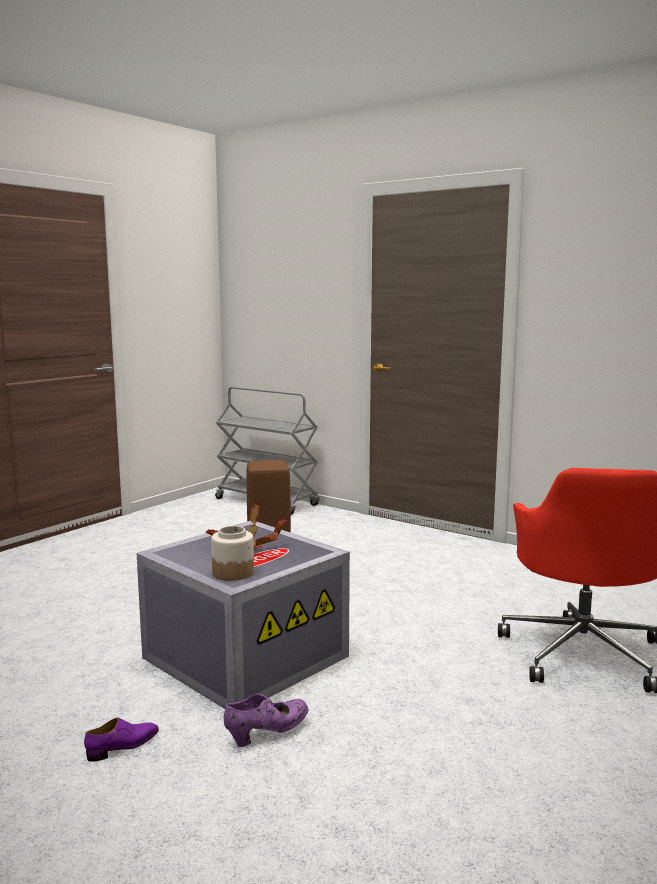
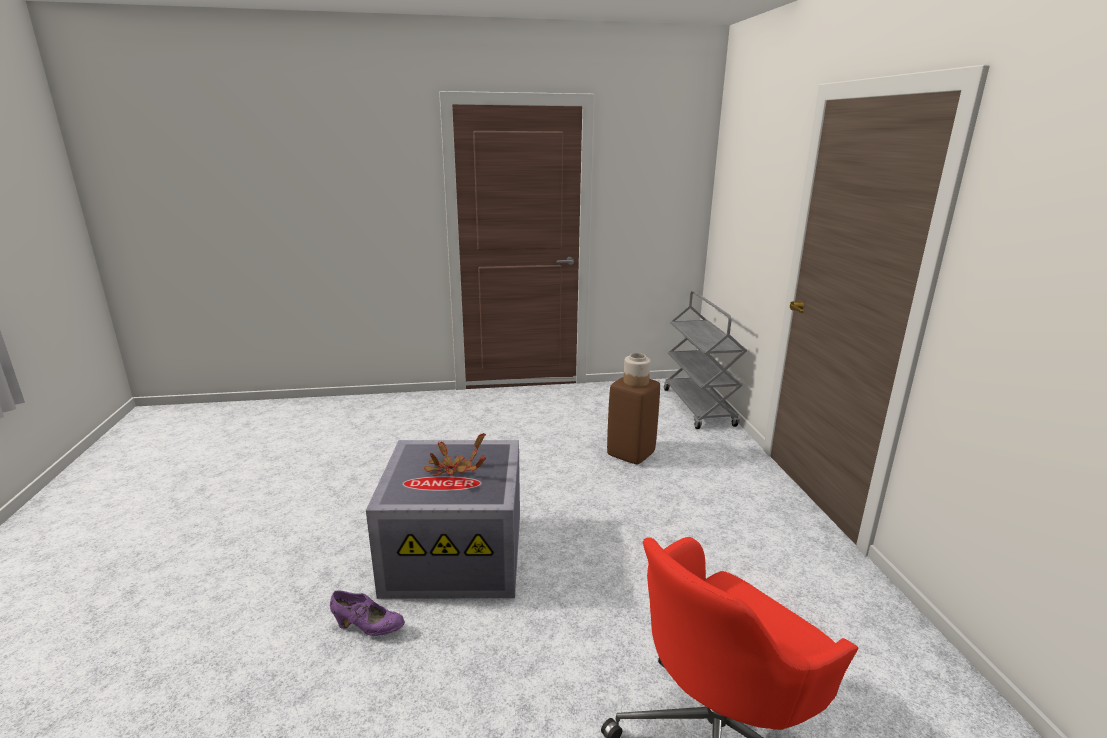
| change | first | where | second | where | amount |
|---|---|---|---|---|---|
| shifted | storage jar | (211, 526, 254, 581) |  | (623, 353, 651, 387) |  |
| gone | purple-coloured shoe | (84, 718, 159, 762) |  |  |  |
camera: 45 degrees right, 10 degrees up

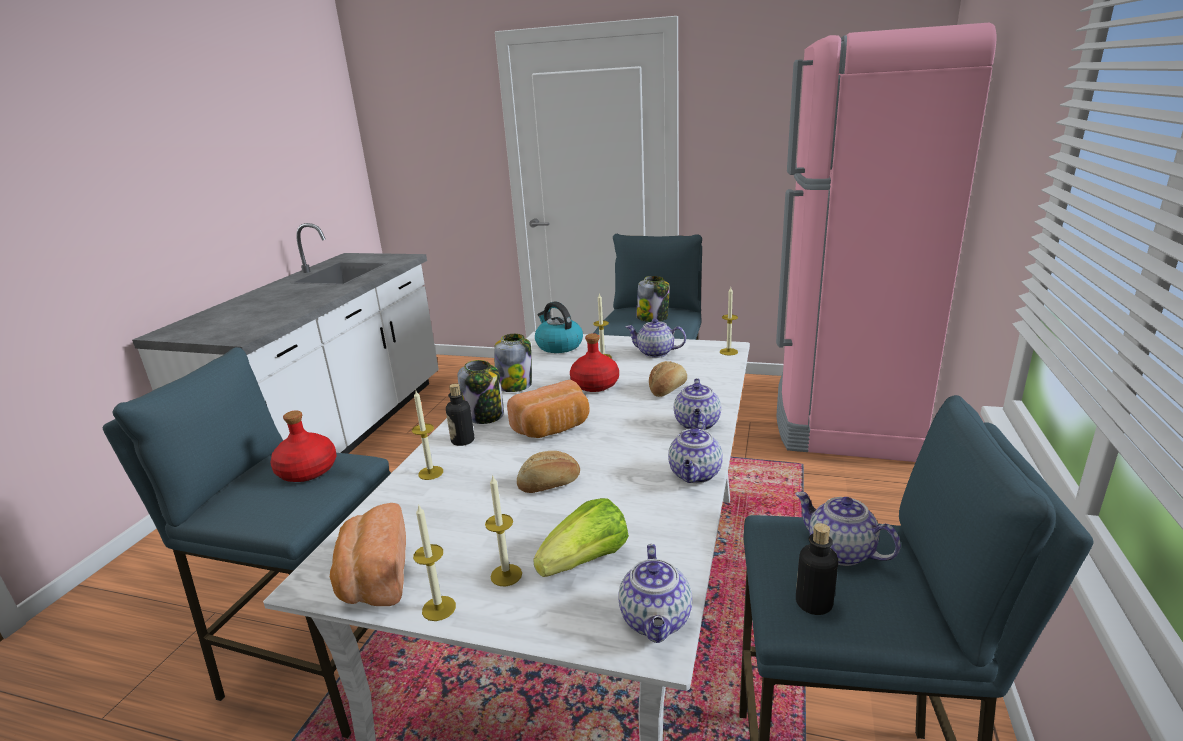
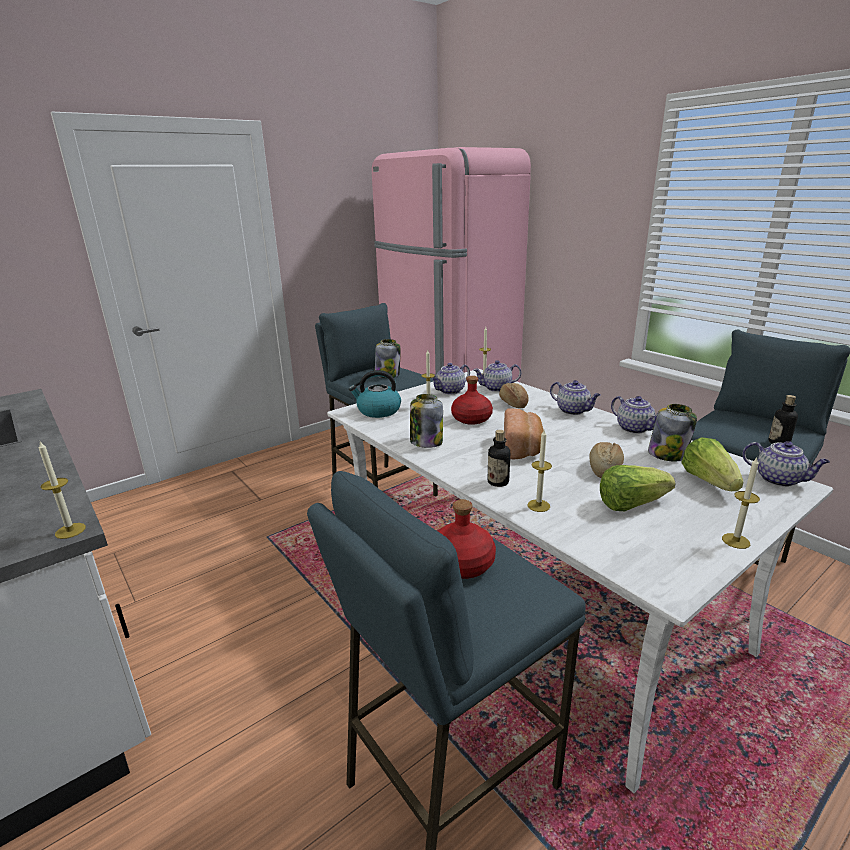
| change | first | where | second | where | amount |
|---|---|---|---|---|---|
| shifted | storage jar | (458, 360, 504, 424) |  | (648, 404, 697, 461) |  |
| shifted | wax light | (485, 474, 522, 586) |  | (39, 442, 86, 539) |  |
| shifted | tea pot | (795, 492, 901, 566) |  | (473, 360, 521, 392) |  |
| gone | bakery bread | (330, 503, 406, 606) |  |  |  |
| new |  |  | head of lettuce | (600, 465, 676, 511) |  |
camera: 55 degrees left, 0 degrees up

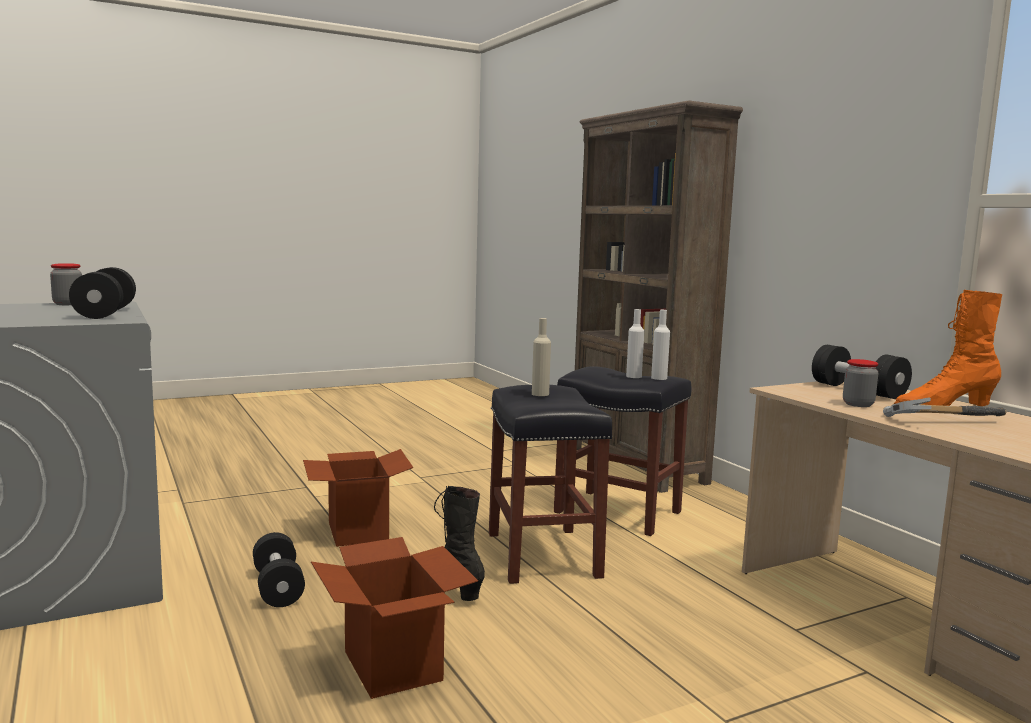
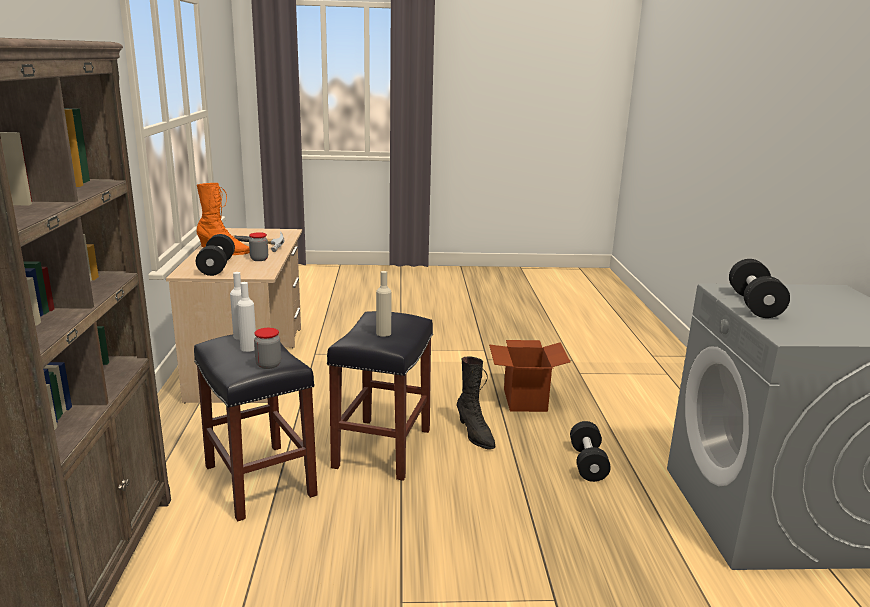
| change | first | where | second | where | amount |
|---|---|---|---|---|---|
| shifted | storage jar | (50, 263, 82, 305) |  | (254, 328, 281, 369) |  |
| gone | carton | (303, 449, 413, 547) |  |  |  |
camera: 155 degrees left, 10 degrees up

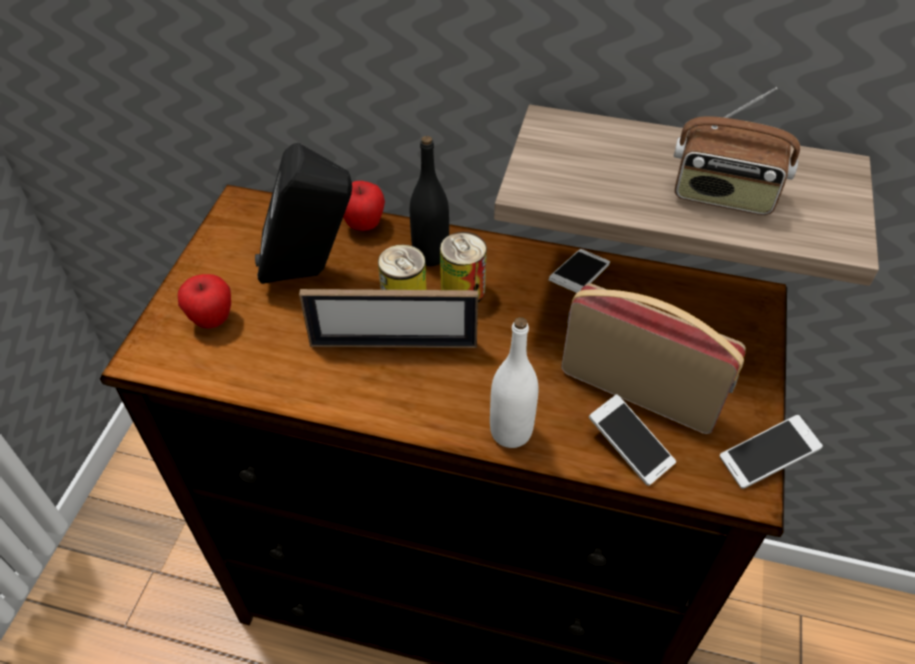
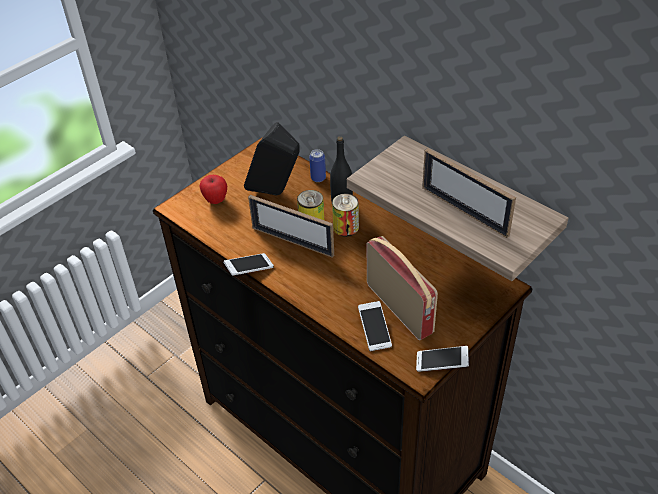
| change | first | where | second | where | amount |
|---|---|---|---|---|---|
| swapped | radio | (674, 87, 800, 215) | picture frame | (422, 148, 516, 238) |  |
| swapped | apple fruit | (343, 181, 385, 231) | metal can | (309, 149, 326, 182) |  |
| shifted | telephone | (549, 249, 610, 293) |  | (224, 253, 274, 275) |  |
| gone | white-coloured bottle | (490, 317, 538, 448) |  |  |  |
camera: 30 degrees right, 5 degrees down

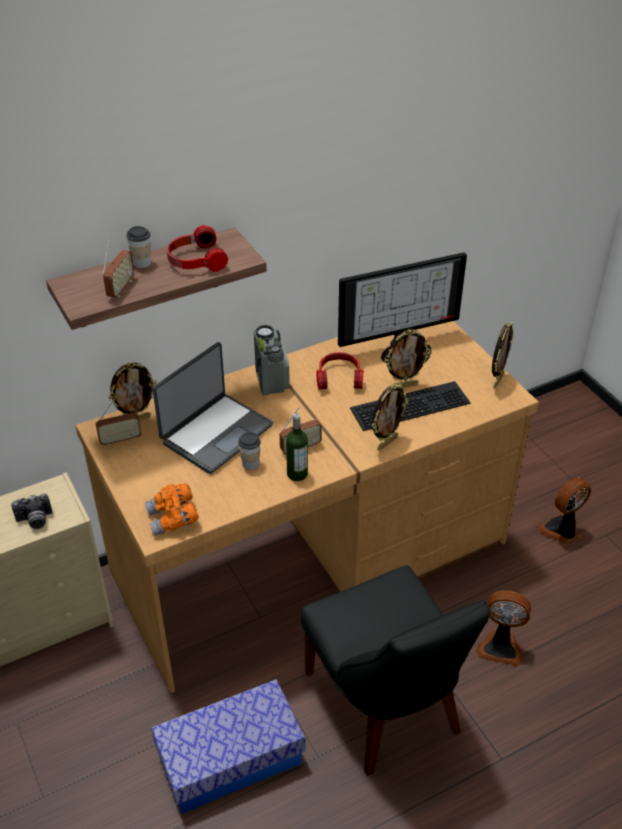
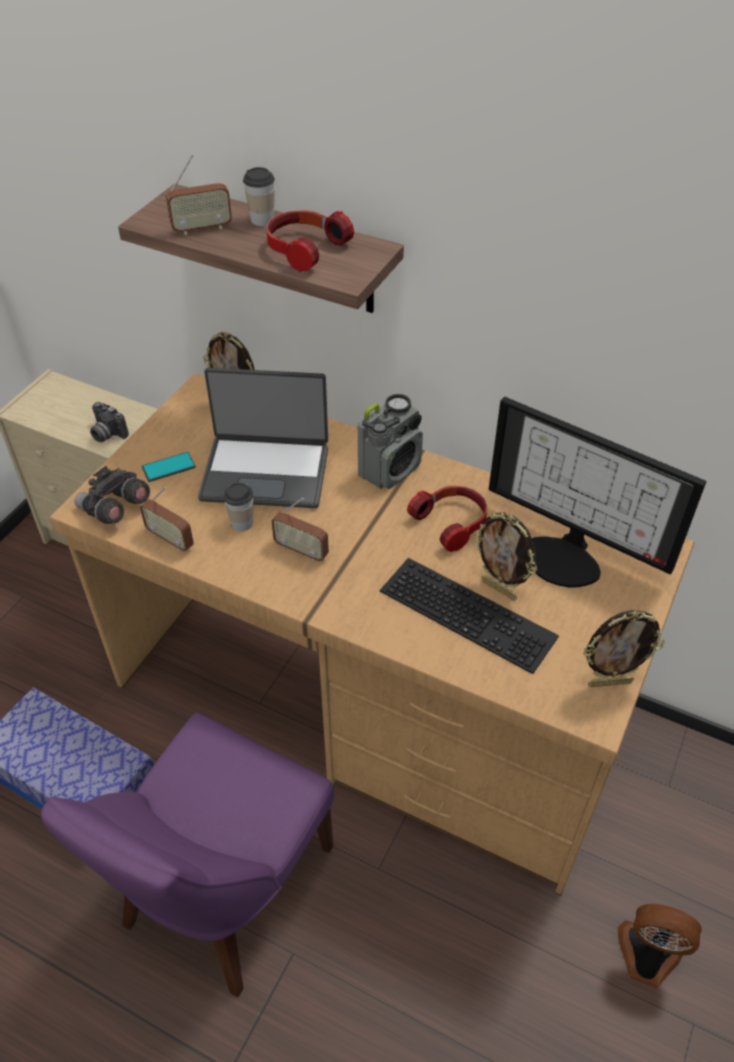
| change | first | where | second | where | amount |
|---|---|---|---|---|---|
| gone | picture frame | (372, 384, 408, 450) |  |  |  |
| shifted | radio | (96, 399, 141, 446) |  | (140, 487, 194, 552) |  |
| gone | bottle | (286, 413, 308, 481) |  |  |  |
| repainted | orangey field glasses | (145, 483, 199, 536) | grey field glasses | (74, 466, 150, 524) |  |
| repainted | black-coloured upright chair | (301, 566, 490, 776) | purple-coloured upright chair | (41, 713, 334, 997) |  |
| gone | cooling fan | (476, 590, 531, 666) |  |  |  |
| new |  |  | telephone | (142, 452, 196, 482) |  |
camera: 55 degrees right, 5 degrees up

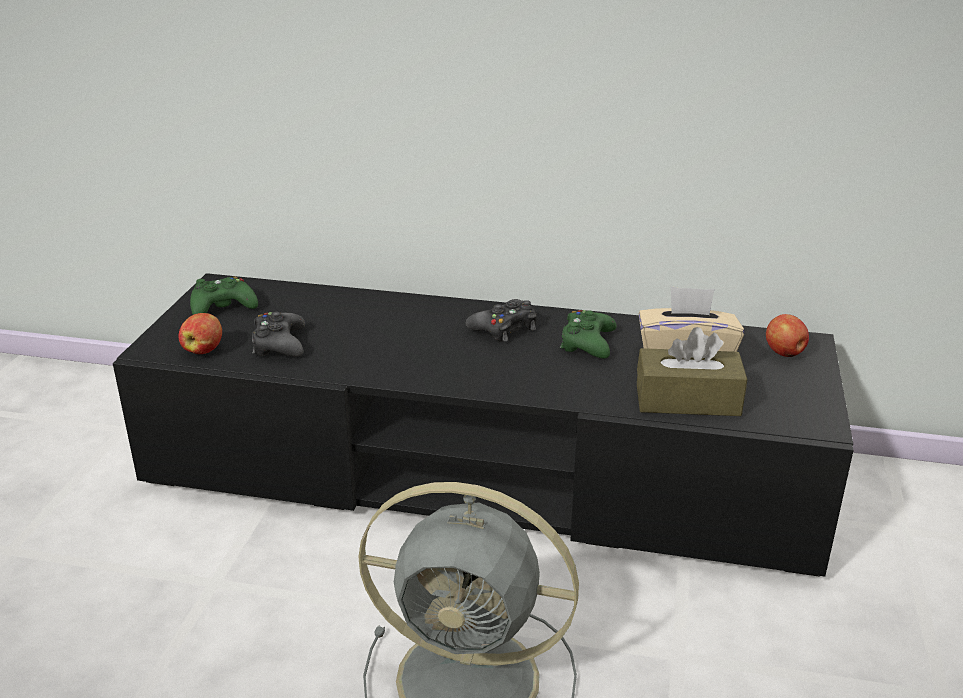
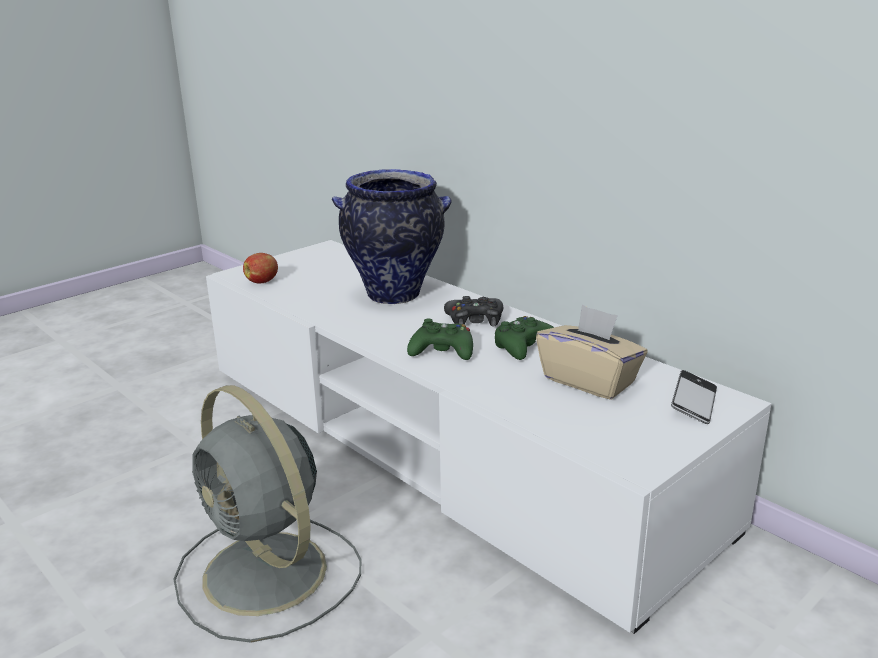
| change | first | where | second | where | amount |
|---|---|---|---|---|---|
| repainted | black-coloured media console | (113, 273, 854, 577) | white-coloured media console | (206, 240, 771, 634) |  |
| shifted | green gamepad | (190, 276, 258, 315) |  | (407, 318, 473, 360) |  |
| gone | black-coloured gamepad | (252, 312, 305, 357) |  |  |  |
| swapped | apple fruit | (766, 314, 809, 357) | telephone | (671, 370, 717, 424) |  |
| gone | brown-coloured tissue holder | (637, 327, 747, 416) |  |  |  |
| new |  |  | flower vase | (332, 169, 451, 304) |  |
camera: 35 degrees right, 5 degrees down

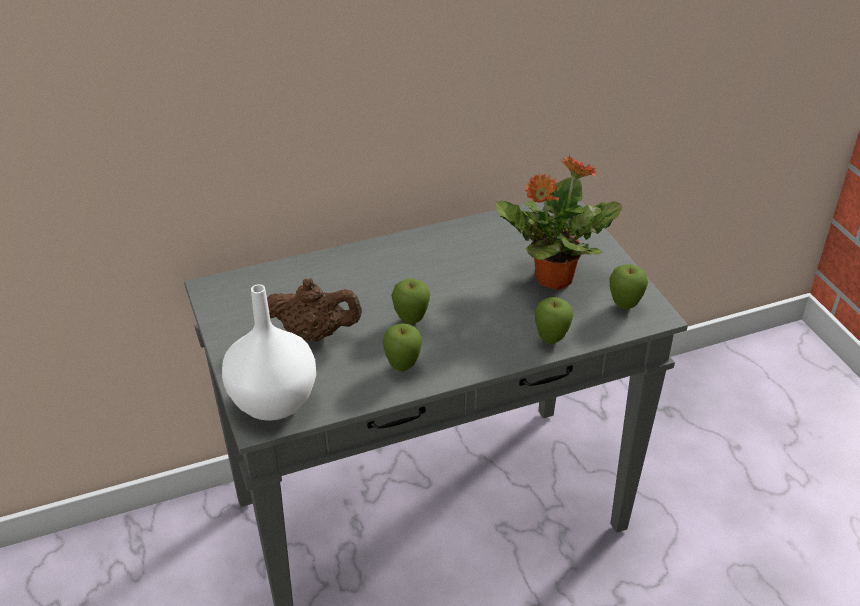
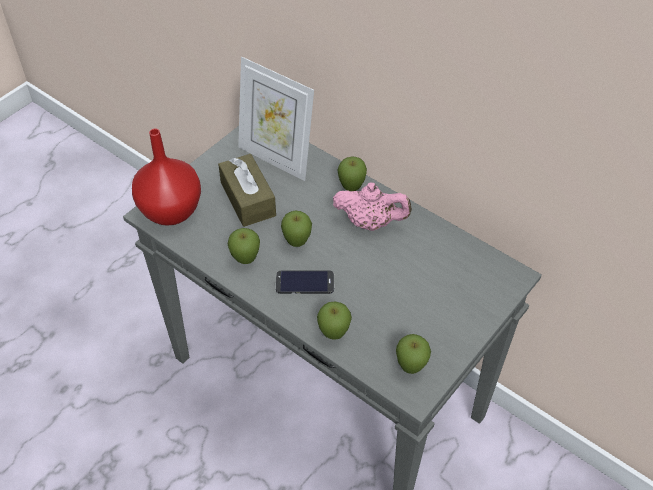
| change | first | where | second | where | amount |
|---|---|---|---|---|---|
| gone | plant in a pot | (495, 155, 622, 290) |  |  |  |
| swapped | brown-coloured tea pot | (267, 279, 362, 342) | brown-coloured tissue holder | (218, 154, 276, 227) |  |
| repainted | white-coloured flower vase | (222, 284, 316, 421) | red flower vase | (132, 129, 201, 226) |  |
| new |  |  | picture frame | (238, 57, 314, 181) |  |
| new |  |  | apple fruit | (338, 156, 367, 191) |  |
| new |  |  | pink tea pot | (333, 183, 412, 231) |  |
| new |  |  | telephone | (276, 270, 334, 294) |  |
camera: 60 degrees right, 10 degrees up

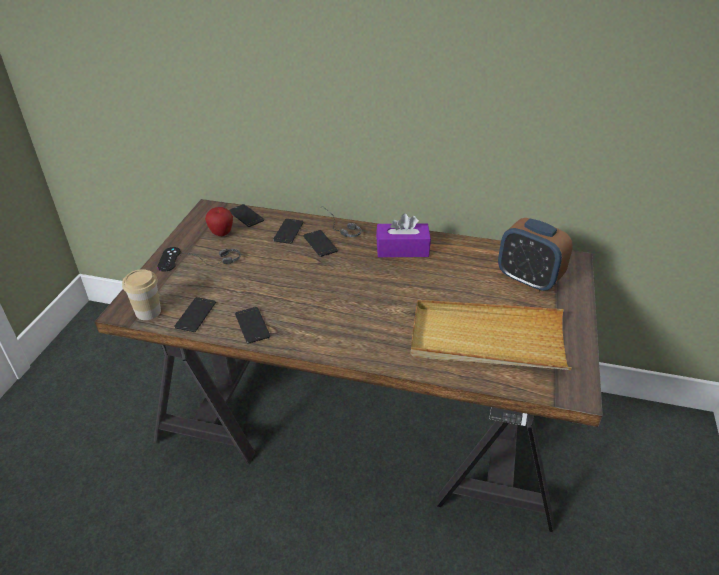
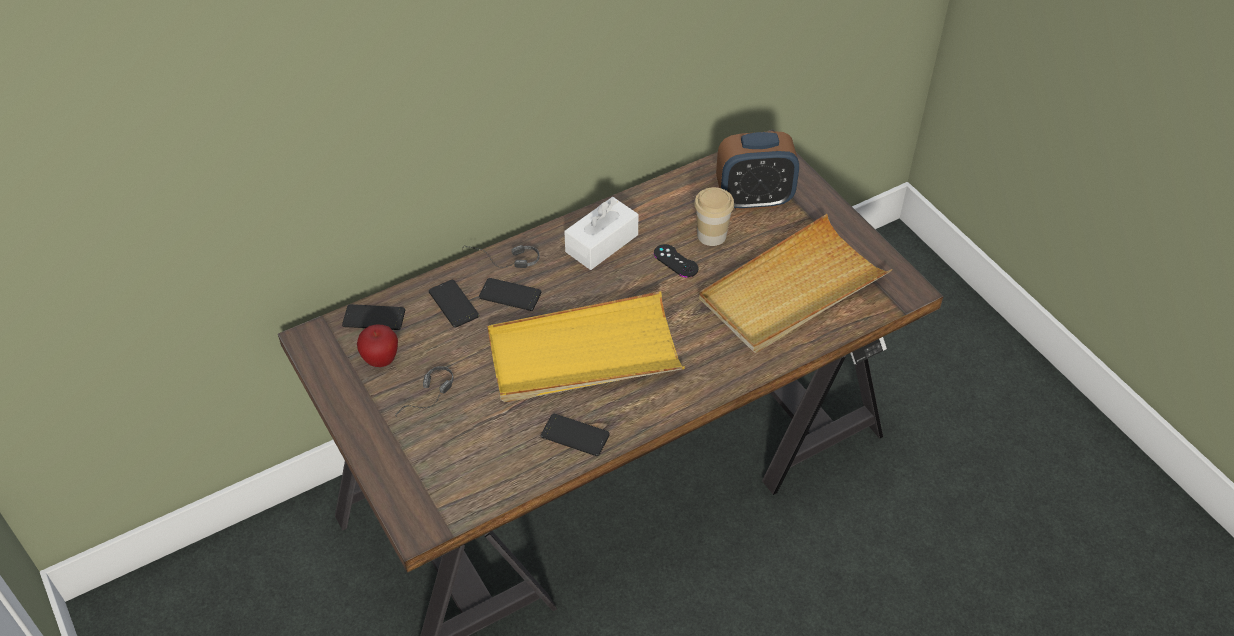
| change | first | where | second | where | amount |
|---|---|---|---|---|---|
| repainted | purple-coloured tissue holder | (376, 213, 431, 257) | white-coloured tissue holder | (564, 197, 638, 270) |  |
| shifted | black-coloured gamepad | (157, 247, 181, 272) |  | (654, 244, 699, 278) |  |
| shifted | cup | (122, 269, 161, 320) |  | (694, 187, 734, 246) |  |
| gone | telephone | (174, 297, 216, 332) |  |  |  |
| new |  |  | yellowish tray | (487, 291, 685, 402) |  |
camera: 45 degrees left, 10 degrees up

